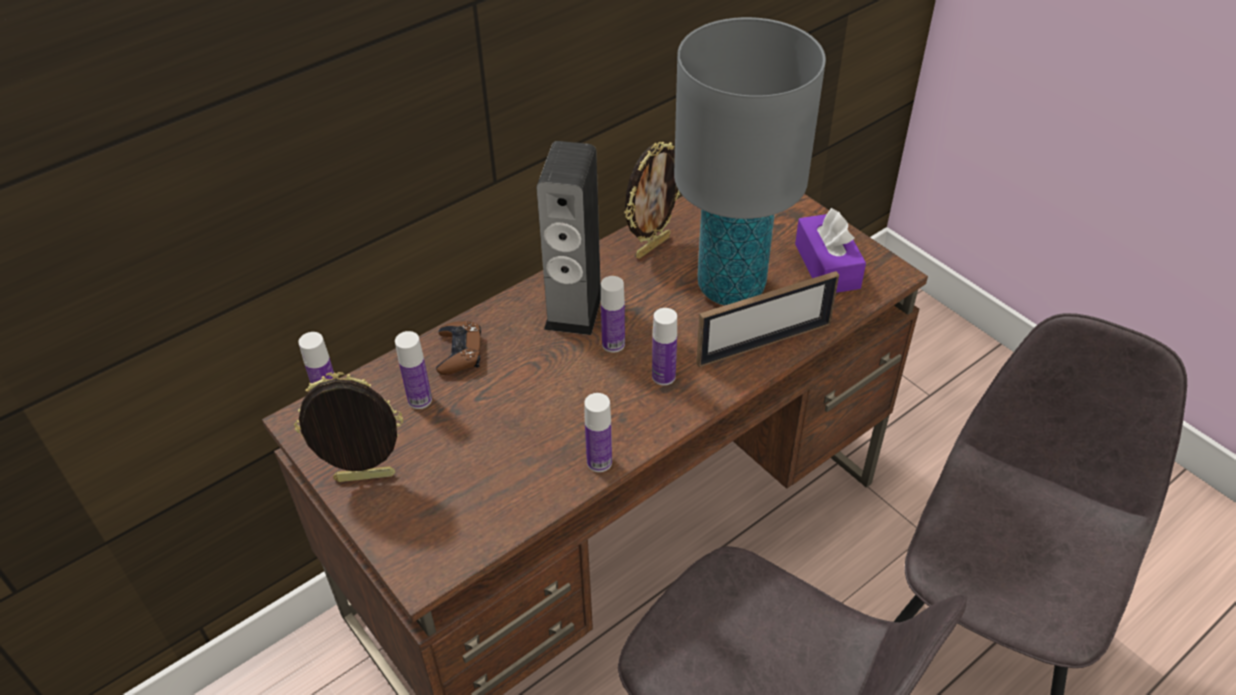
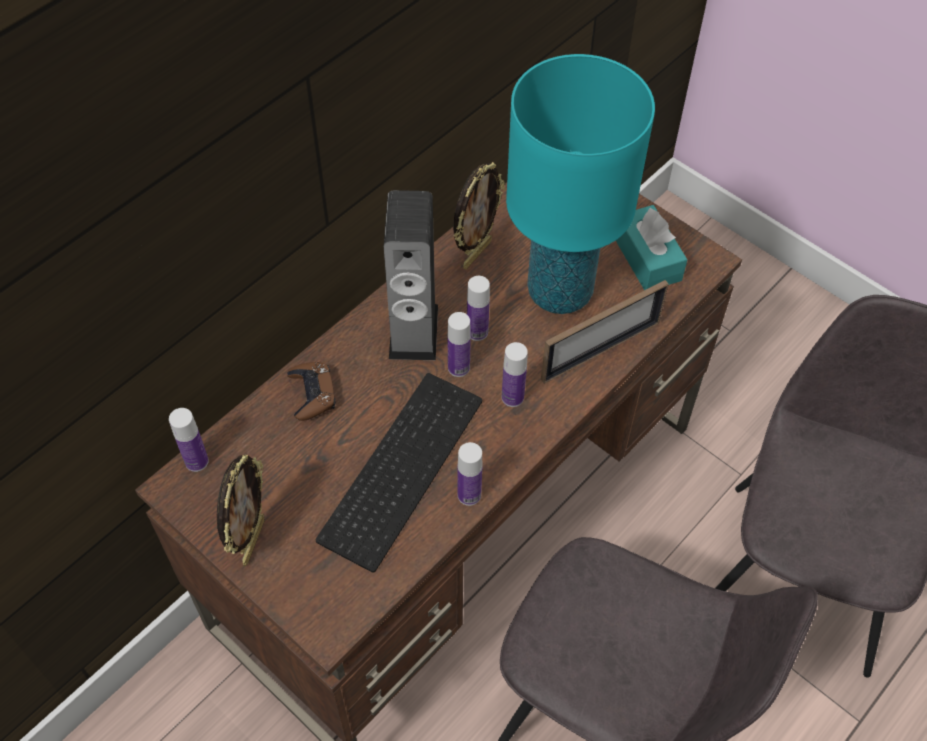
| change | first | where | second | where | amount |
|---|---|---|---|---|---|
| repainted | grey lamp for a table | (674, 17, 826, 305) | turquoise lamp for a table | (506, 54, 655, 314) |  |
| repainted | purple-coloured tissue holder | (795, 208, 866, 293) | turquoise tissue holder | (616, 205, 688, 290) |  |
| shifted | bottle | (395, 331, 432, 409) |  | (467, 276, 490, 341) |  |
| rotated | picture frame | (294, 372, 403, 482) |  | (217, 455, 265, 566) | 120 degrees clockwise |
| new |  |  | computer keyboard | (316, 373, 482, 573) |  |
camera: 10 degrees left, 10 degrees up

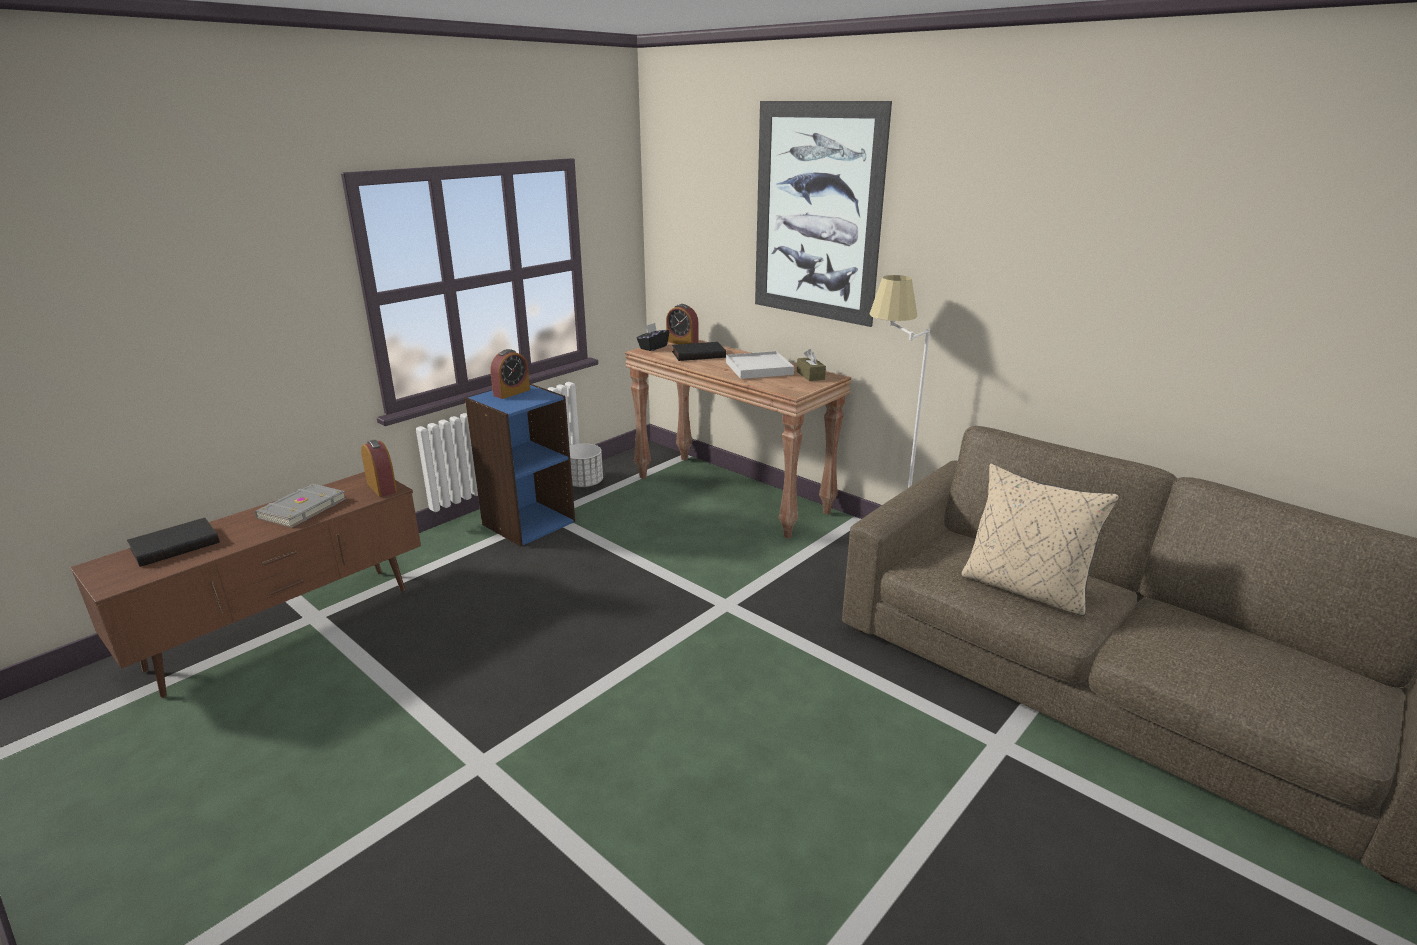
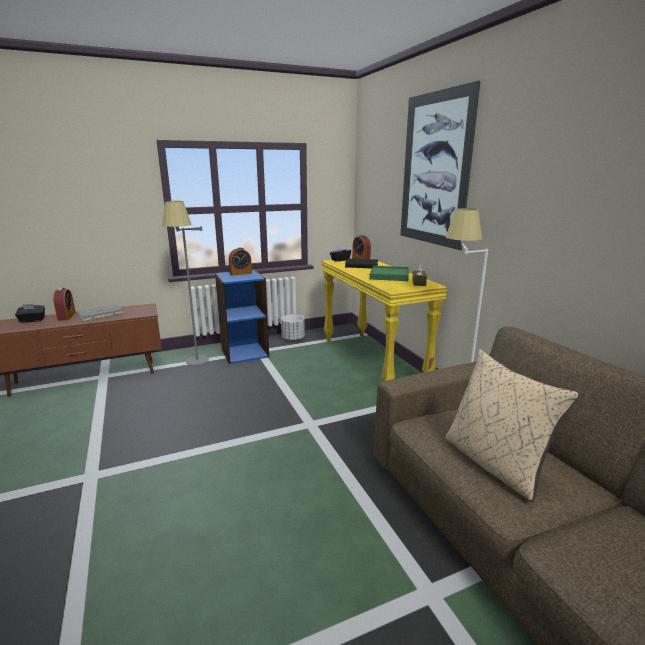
| change | first | where | second | where | amount |
|---|---|---|---|---|---|
| repainted | brown-coloured narrow table | (625, 340, 851, 539) | yellowish narrow table | (321, 260, 447, 381) |  |
| repainted | white-coloured tray | (726, 351, 794, 379) | green tray | (370, 266, 409, 281) |  |
| shifted | bedside clock | (361, 440, 397, 497) |  | (53, 288, 76, 321) |  |
| swapped | black-coloured book | (127, 518, 220, 567) | black-coloured tissue holder | (15, 304, 45, 323) |  |
| new |  |  | grey standing lamp | (162, 201, 209, 365) |  |
camera: 25 degrees right, 5 degrees down

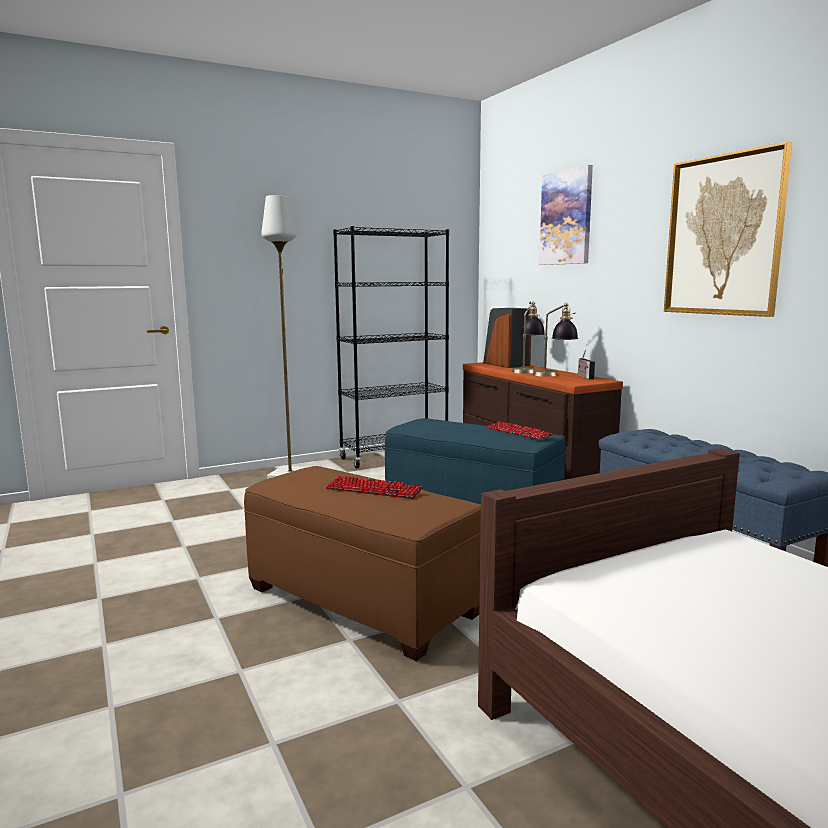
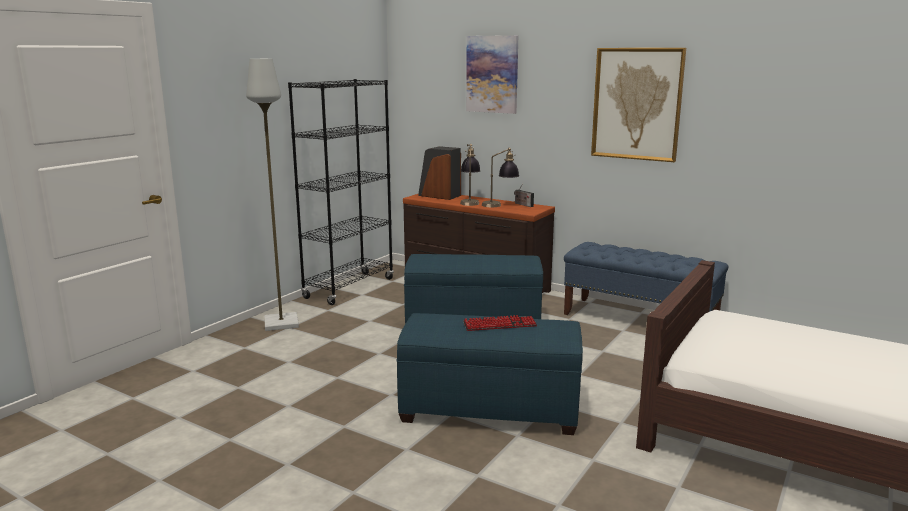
| change | first | where | second | where | amount |
|---|---|---|---|---|---|
| gone | computer keyboard | (487, 421, 553, 440) |  |  |  |
| repainted | brown-coloured ottoman | (244, 466, 481, 661) | blue ottoman | (396, 313, 583, 435) |  |
camera: 30 degrees left, 5 degrees up

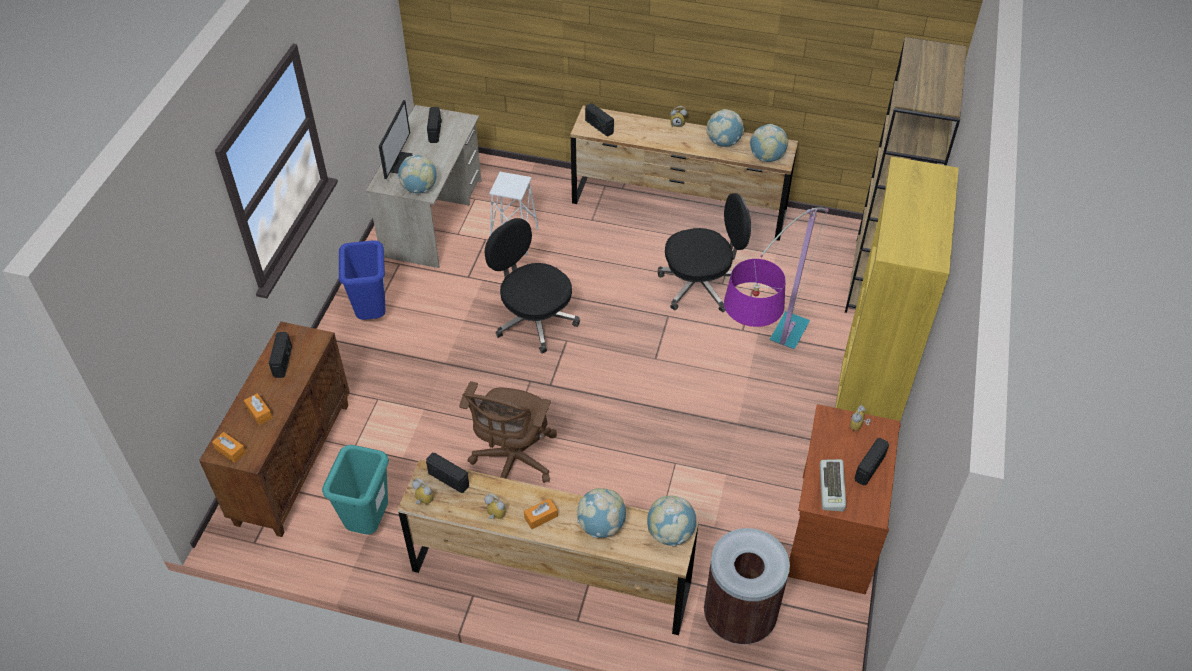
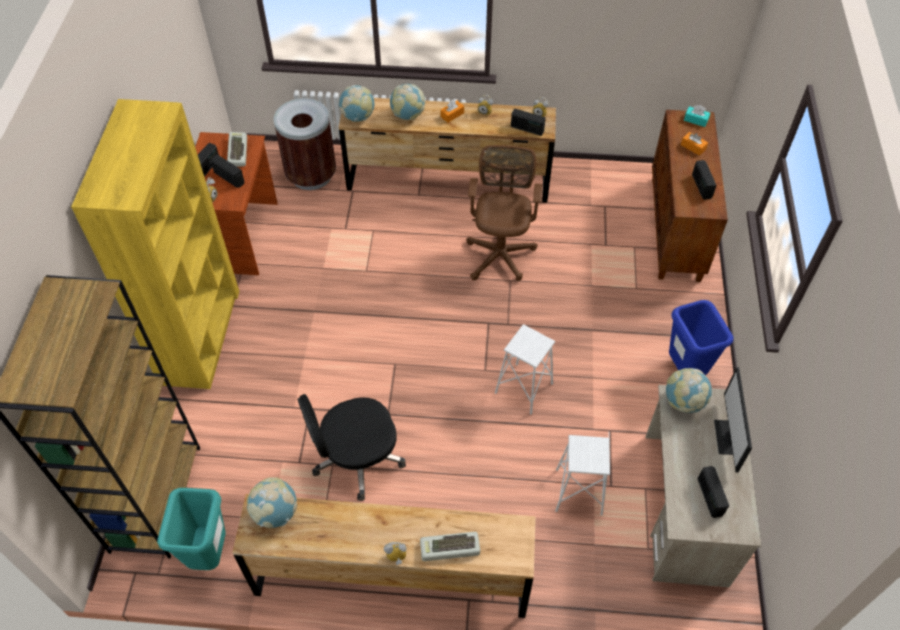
| change | first | where | second | where | amount |
|---|---|---|---|---|---|
| shifted | radio | (585, 103, 614, 136) |  | (211, 155, 244, 188) |  |
| gone | desk globe | (706, 109, 744, 147) |  |  |  |
| gone | standing lamp | (724, 207, 829, 349) |  |  |  |
| swapped | black-coloured computer chair | (484, 218, 580, 354) | white-coloured sitting stool | (495, 324, 555, 415) |  |
| repainted | orangey tissue holder | (212, 432, 246, 463) | turquoise tissue holder | (684, 105, 710, 127) |  |
| shifted | turquoise waste bin | (322, 445, 389, 535) |  | (157, 488, 226, 570) |  |
| new |  |  | computer keyboard | (420, 532, 480, 561) |  |
camera: 170 degrees right, 5 degrees up

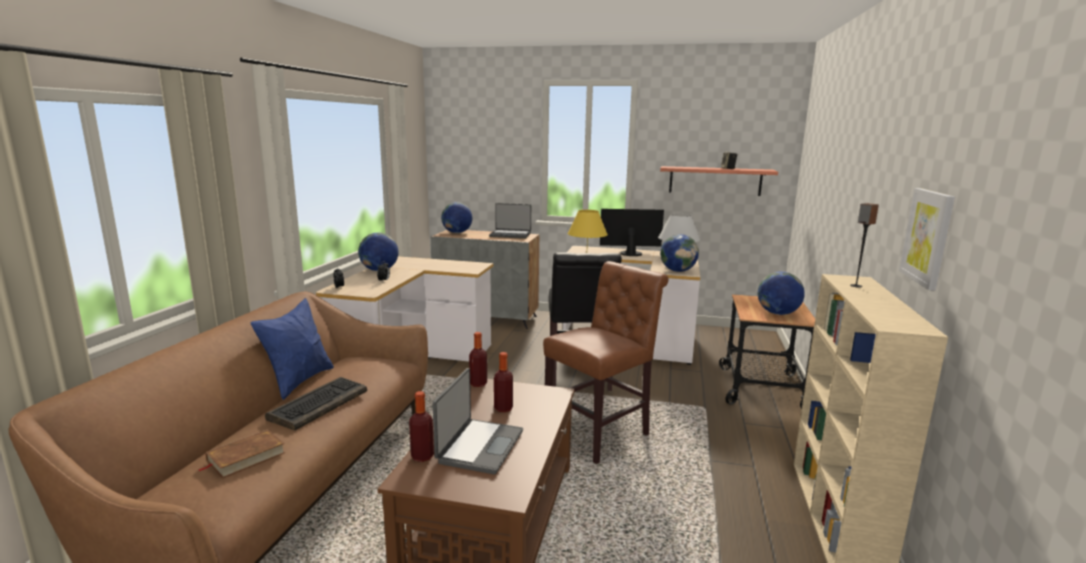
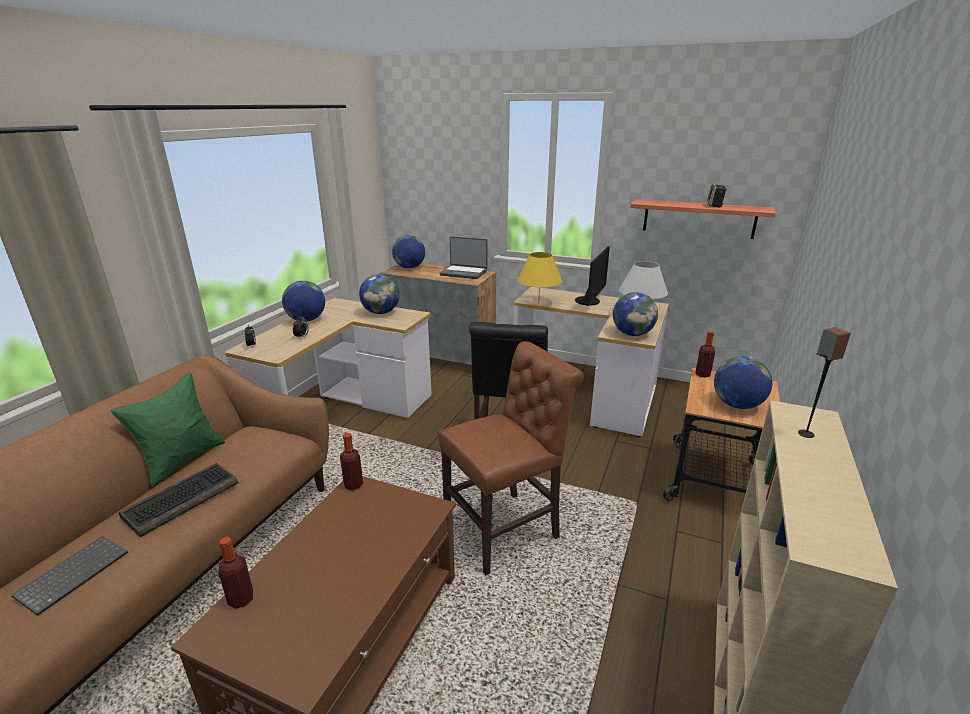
| change | first | where | second | where | amount |
|---|---|---|---|---|---|
| gone | picture | (899, 188, 955, 291) |  |  |  |
| rotated | computer screen | (600, 209, 664, 256) |  | (575, 246, 610, 306) | 105 degrees clockwise |
| repainted | blue cushion | (250, 298, 334, 400) | green cushion | (111, 372, 225, 487) |  |
| shifted | bottle | (494, 352, 513, 412) |  | (696, 331, 715, 378) |  |
| gone | portable computer | (432, 368, 523, 474) |  |  |  |
| swapped | brown-coloured book | (199, 429, 285, 478) | computer keyboard | (11, 536, 128, 616) |  |
| new |  |  | desk globe | (359, 274, 400, 314) |  |
camera: 10 degrees right, 10 degrees up

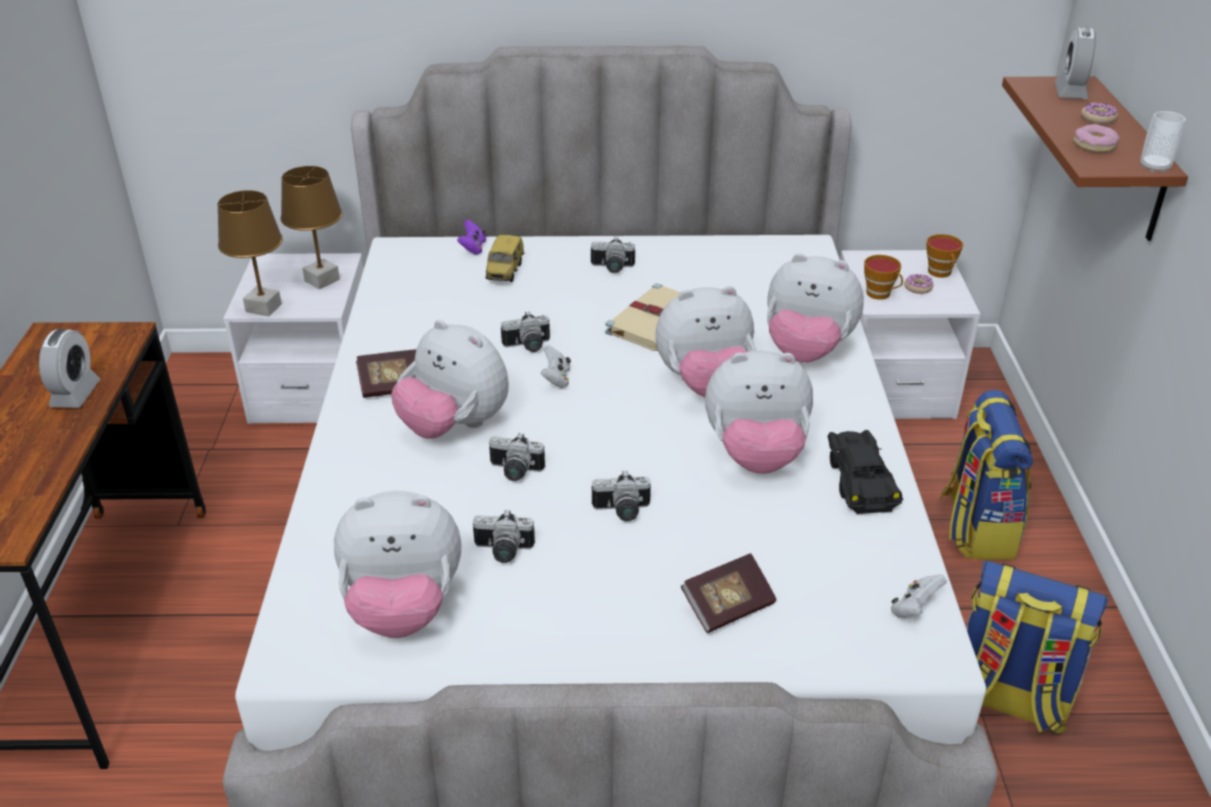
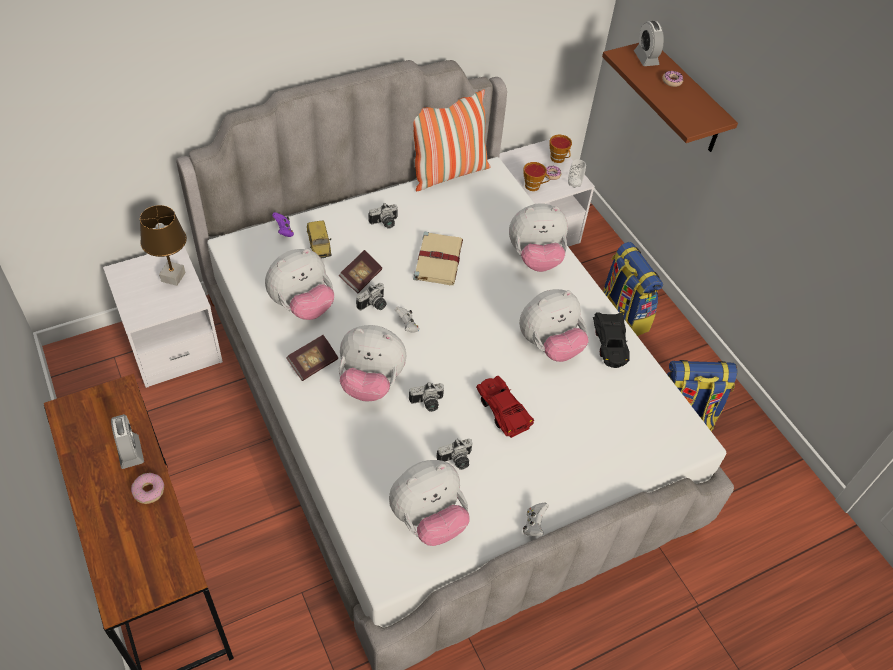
| change | first | where | second | where | amount |
|---|---|---|---|---|---|
| shifted | cup | (1140, 111, 1186, 172) |  | (568, 159, 586, 188) |  |
| shifted | doughnut | (1073, 124, 1120, 153) |  | (131, 473, 164, 504) |  |
| gone | brown-coloured lamp for a table | (217, 190, 283, 317) |  |  |  |
| shifted | plush toy | (655, 286, 756, 397) |  | (265, 248, 334, 320) |  |
| rotated | black-coloured miniature car | (827, 430, 903, 514) |  | (593, 312, 630, 368) | 150 degrees counterclockwise |
| swapped | still camera | (592, 471, 651, 522) | red miniature car | (476, 376, 534, 438) |  |
| shifted | book | (681, 553, 776, 633) |  | (339, 250, 382, 293) |  |
| shifted | white-coloured gamepad | (891, 575, 947, 618) |  | (523, 502, 549, 536) |  |
| new |  |  | cushion | (413, 90, 491, 191) |  |
camera: 30 degrees left, 15 degrees up

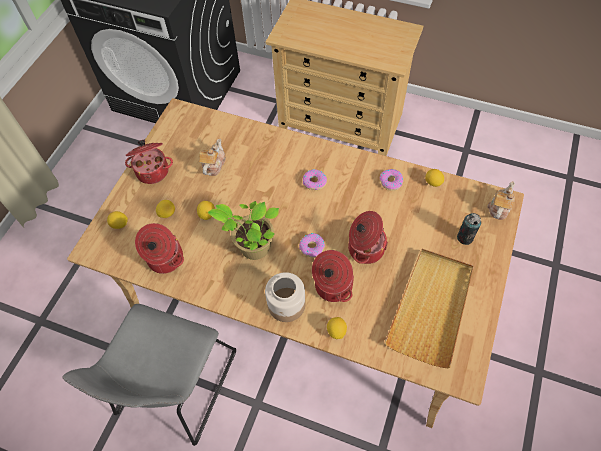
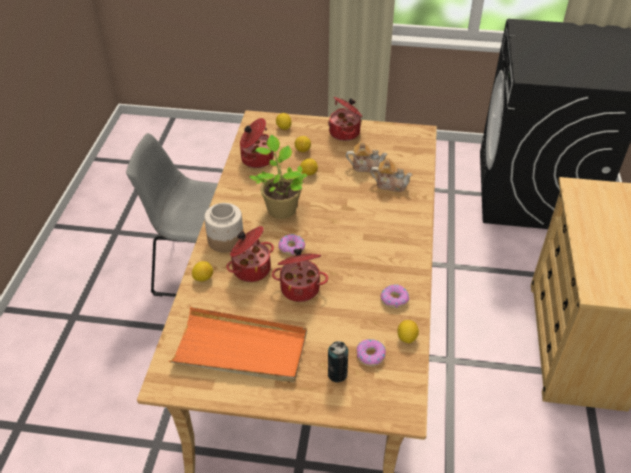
| change | first | where | second | where | amount |
|---|---|---|---|---|---|
| shifted | doughnut | (303, 169, 327, 190) |  | (357, 339, 386, 367) |  |
| shifted | tea pot | (487, 182, 515, 220) |  | (370, 158, 413, 192) |  |
| repainted | beige tray | (384, 249, 474, 368) | orangey tray | (169, 307, 307, 383) |  |
camera: 75 degrees right, 15 degrees down

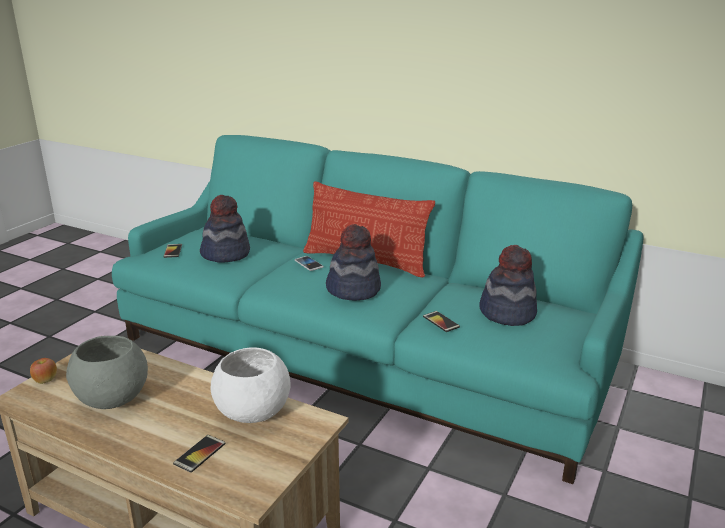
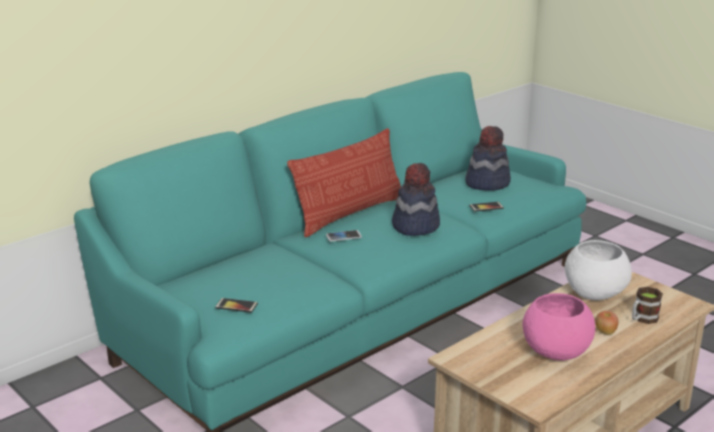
| change | first | where | second | where | amount |
|---|---|---|---|---|---|
| gone | clothing hat | (200, 195, 250, 263) |  |  |  |
| repainted | grey deep dish | (66, 336, 148, 409) | pink deep dish | (523, 293, 595, 360) |  |
| shifted | apple fruit | (30, 358, 57, 384) |  | (595, 311, 618, 335) |  |
| swapped | telephone | (173, 435, 225, 473) | mug | (632, 287, 663, 324) |  |
camera: 70 degrees left, 0 degrees up

